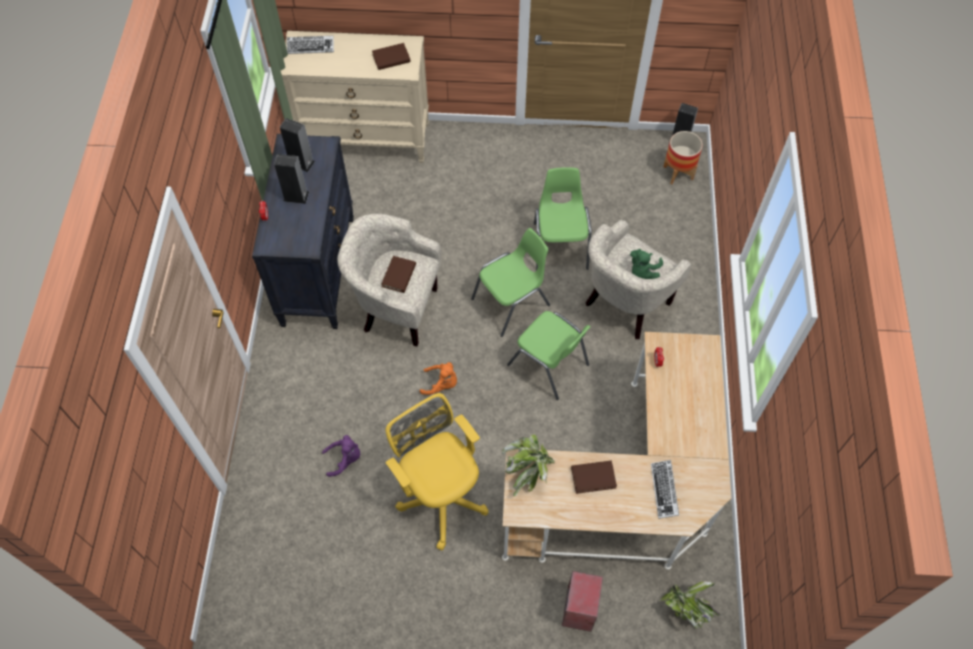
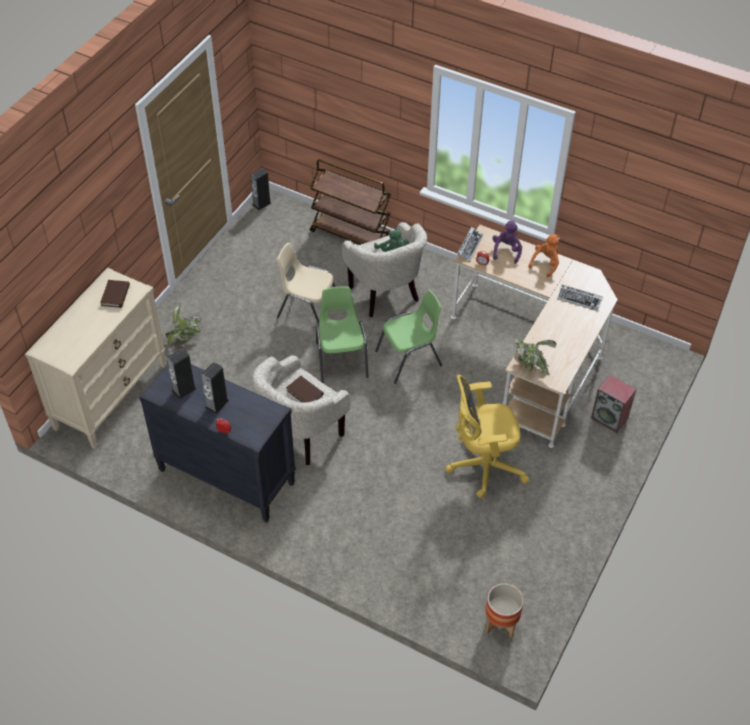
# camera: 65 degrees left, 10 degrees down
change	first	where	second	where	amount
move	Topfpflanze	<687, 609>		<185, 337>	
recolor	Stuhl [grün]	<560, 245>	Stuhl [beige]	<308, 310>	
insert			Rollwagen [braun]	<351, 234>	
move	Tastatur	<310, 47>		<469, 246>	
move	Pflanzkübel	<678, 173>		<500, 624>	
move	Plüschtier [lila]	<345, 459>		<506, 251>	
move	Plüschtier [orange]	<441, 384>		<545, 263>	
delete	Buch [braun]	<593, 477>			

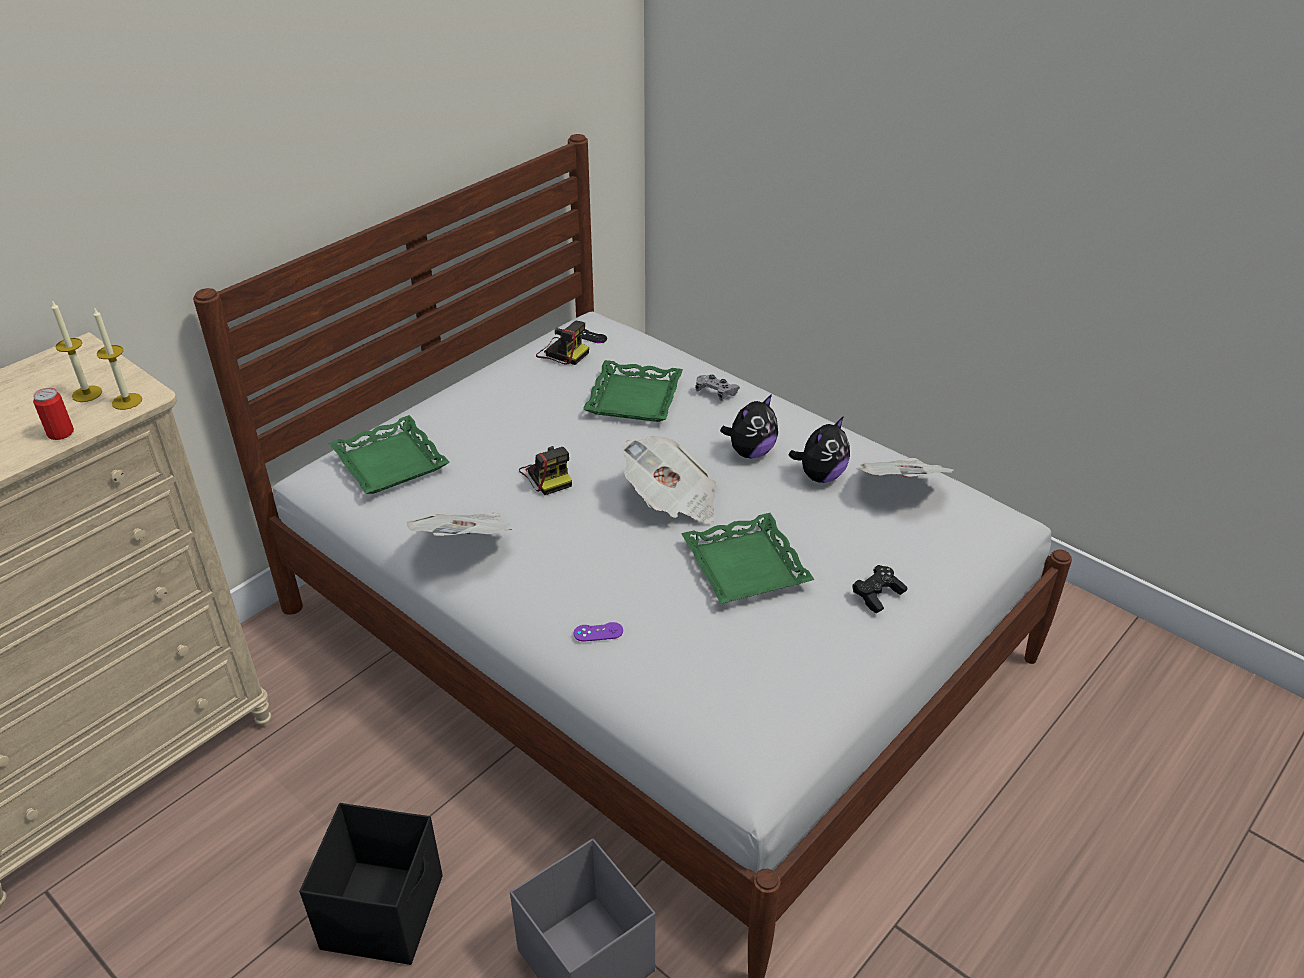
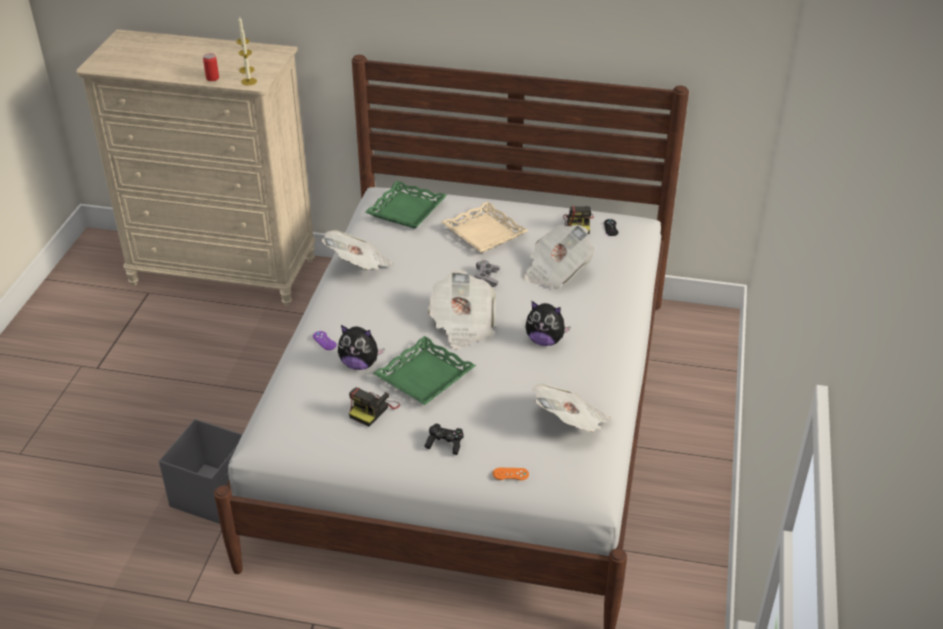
# camera: 60 degrees right, 0 degrees up
change	first	where	second	where	amount
move	Plüschtier	<820, 476>		<360, 364>	
move	Kamera	<547, 476>		<373, 409>	
insert			Tablett [beige]	<483, 233>	
move	Gamepad [grau]	<716, 393>		<486, 278>	
insert			Gamepad [orange]	<510, 474>	
replace	Tablett [grün]	<635, 399>	Zeitung	<556, 271>	
delete	Aufbewahrungsbox [schwarz]	<384, 911>			

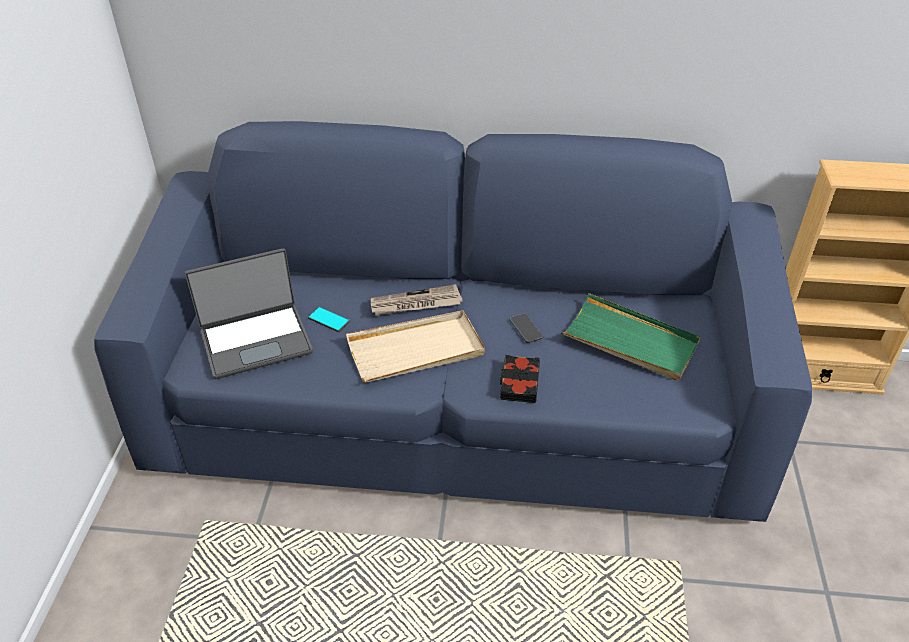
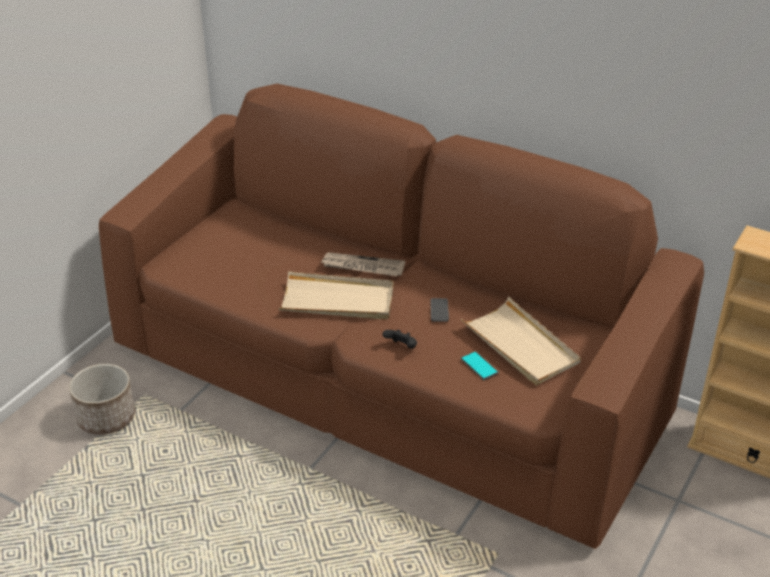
# camera: 25 degrees right, 5 degrees down
change	first	where	second	where	amount
insert			Pflanzkübel	<107, 418>	
recolor	Sofa [blau]	<454, 412>	Sofa [braun]	<385, 380>	
replace	Buch [schwarz]	<519, 382>	Gamepad [schwarz]	<401, 347>	
recolor	Tablett [grün]	<630, 341>	Tablett [beige]	<520, 345>	
move	Handy	<329, 320>		<479, 366>	
delete	Laptop	<256, 341>			

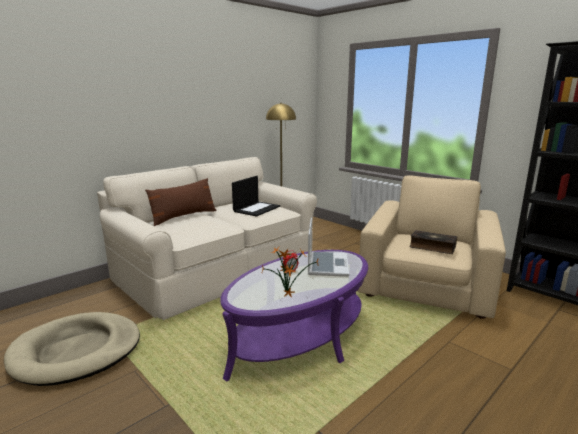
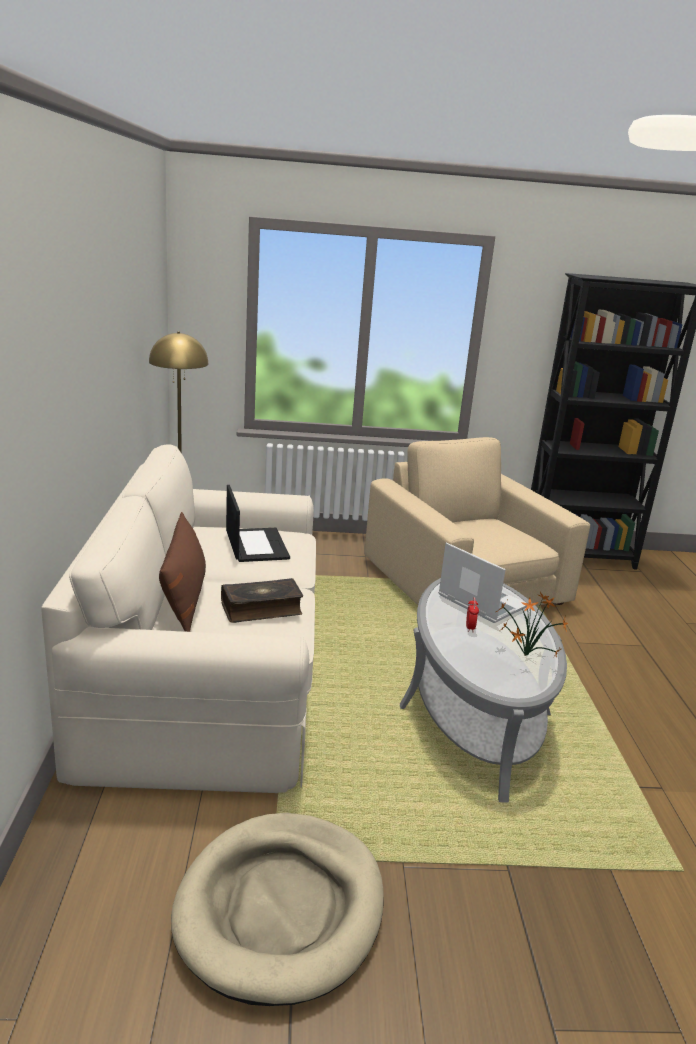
# camera: 50 degrees left, 5 degrees up
change	first	where	second	where	amount
move	Buch	<432, 247>		<261, 609>	
recolor	Couchtisch [lila]	<299, 337>	Couchtisch [grau]	<475, 710>	

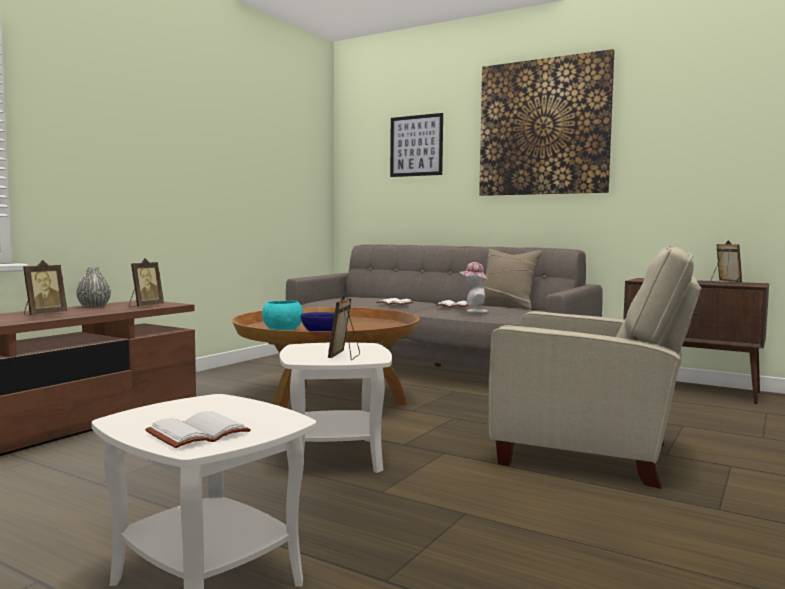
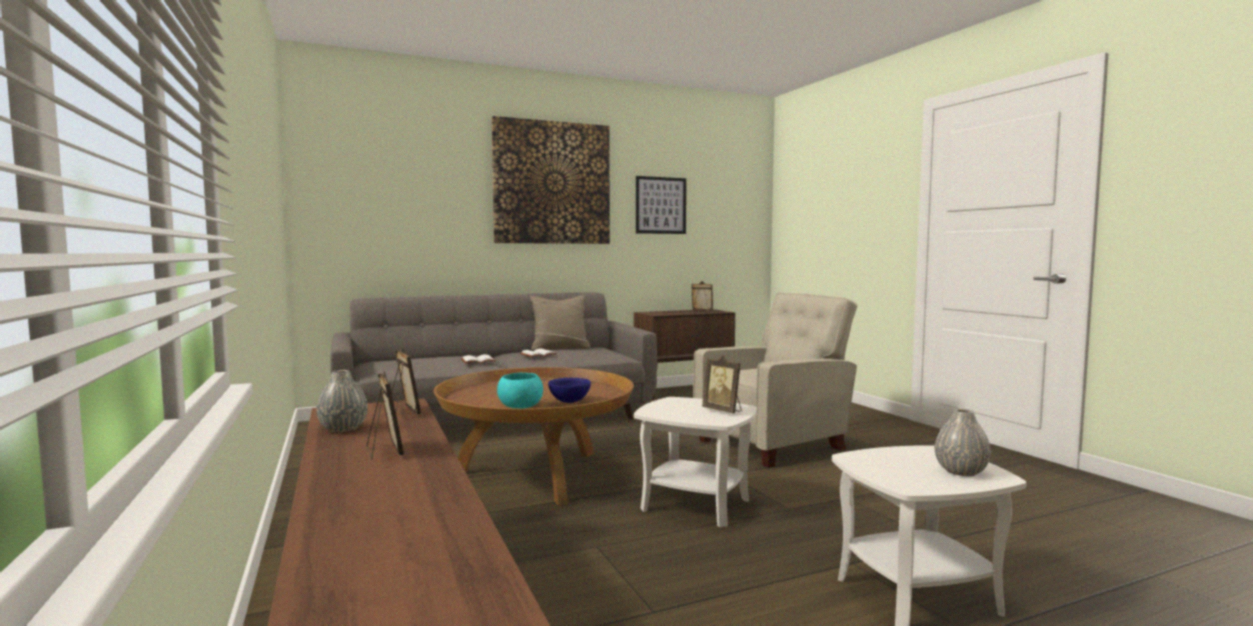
# camera: 55 degrees left, 0 degrees up
change	first	where	second	where	amount
move	Bild	<416, 145>		<660, 205>	
replace	Buch [weiß]	<198, 432>	Vase [grau]	<960, 471>	
delete	Hut	<473, 311>			

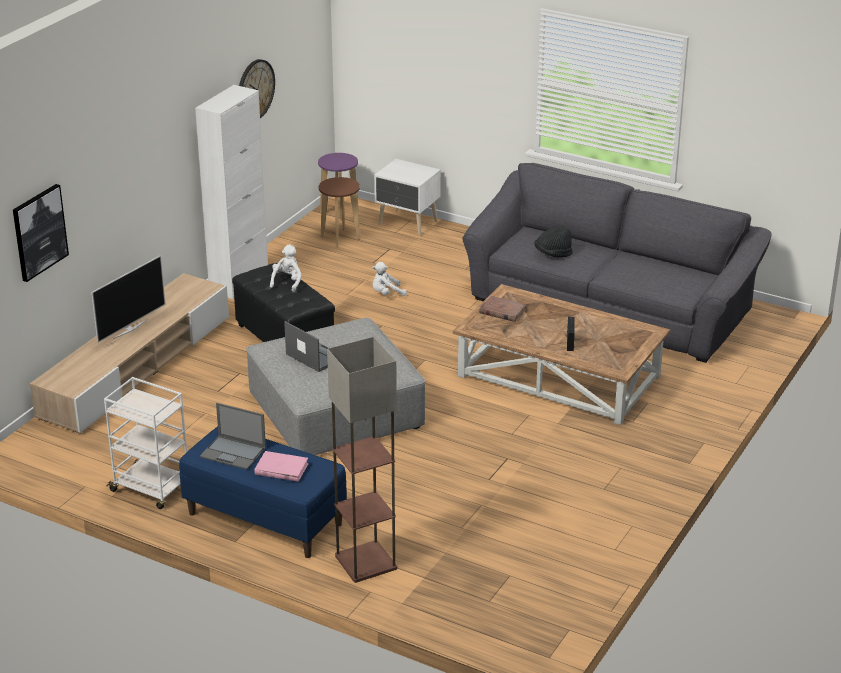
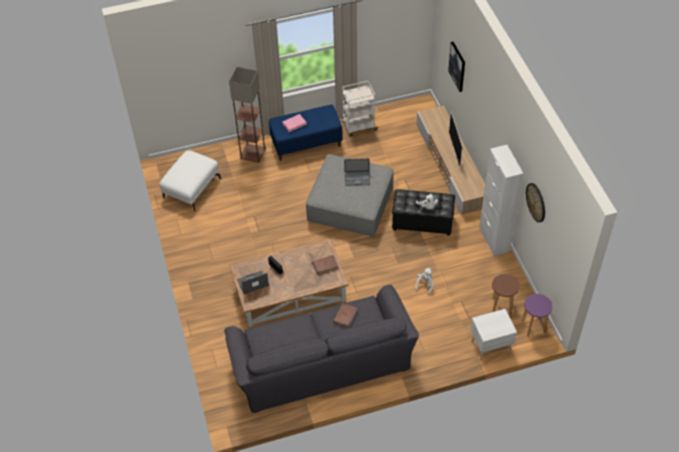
# camera: 135 degrees right, 20 degrees up
change	first	where	second	where	amount
insert			Polsterhocker [weiß]	<191, 188>	
move	Laptop	<234, 452>		<252, 283>	
replace	Hut [schwarz]	<553, 254>	Buch [braun]	<345, 316>	

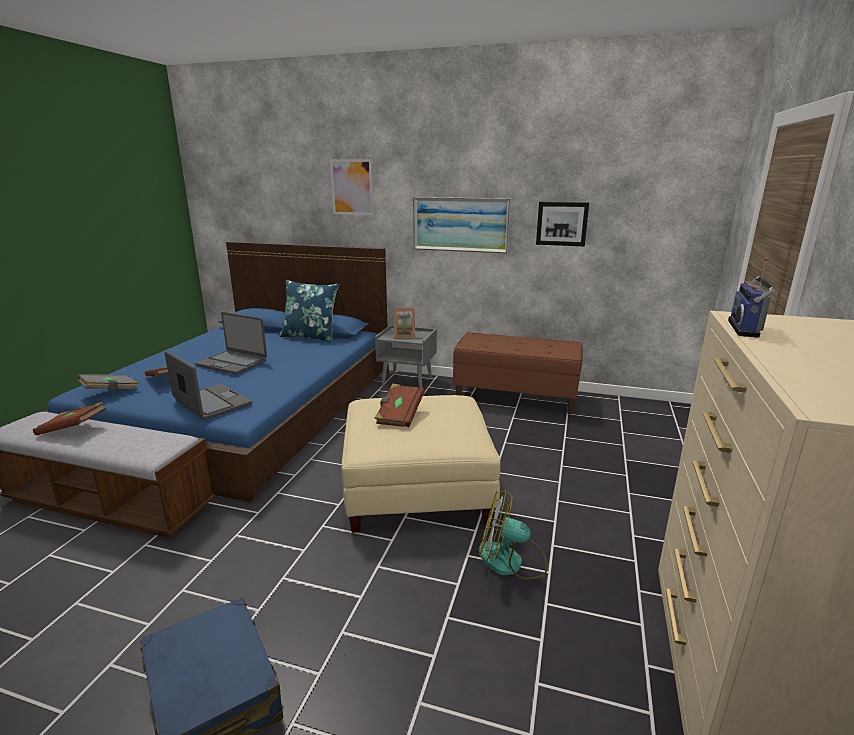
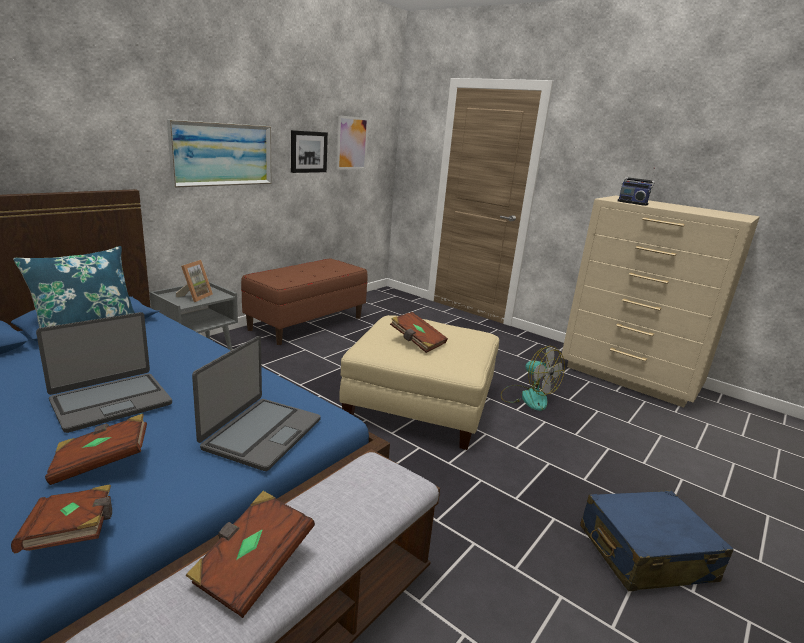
# camera: 70 degrees left, 0 degrees up
change	first	where	second	where	amount
recolor	Buch [grau]	<110, 391>	Buch [braun]	<73, 533>	
rotate	Laptop	<211, 403>		<261, 433>	135 degrees clockwise
move	Bild	<352, 187>		<352, 143>	
rotate	Ventilator	<511, 561>		<527, 397>	75 degrees counterclockwise

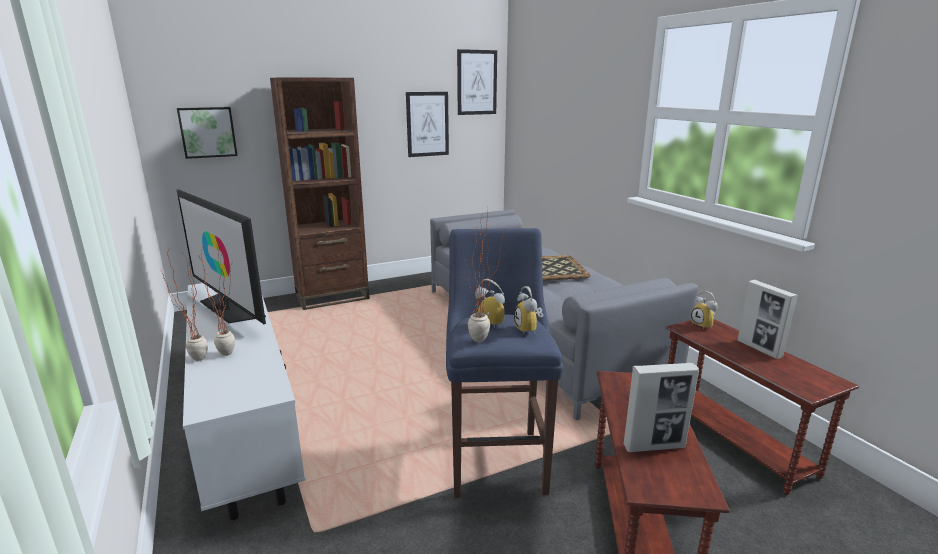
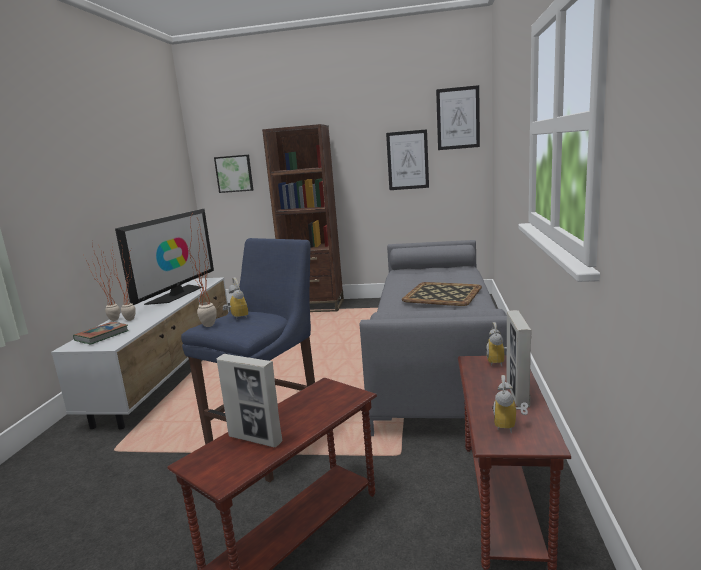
# camera: 35 degrees right, 5 degrees down
change	first	where	second	where	amount
insert			Buch	<102, 336>	
rotate	Fernseher	<230, 308>		<177, 294>	150 degrees counterclockwise
move	Wecker	<529, 330>		<510, 426>	

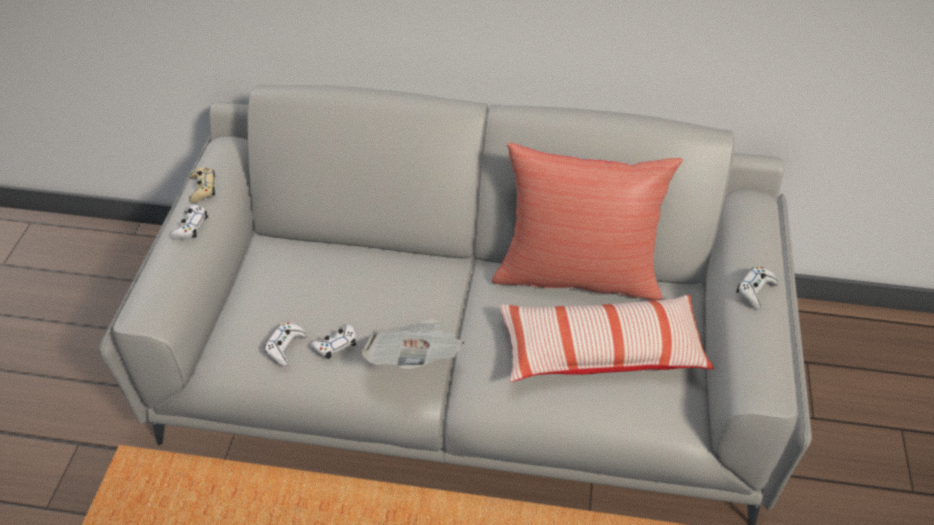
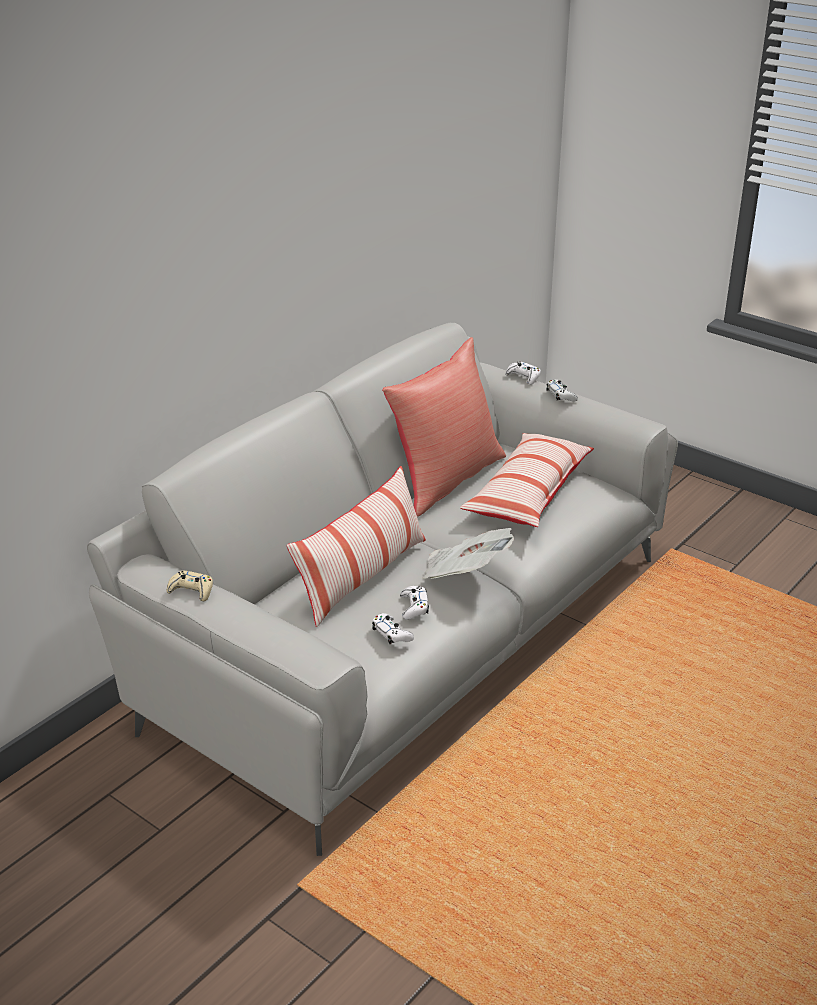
# camera: 60 degrees left, 15 degrees down
change	first	where	second	where	amount
insert			Kissen	<362, 577>	
move	Gamepad [weiß]	<190, 227>		<523, 377>	

